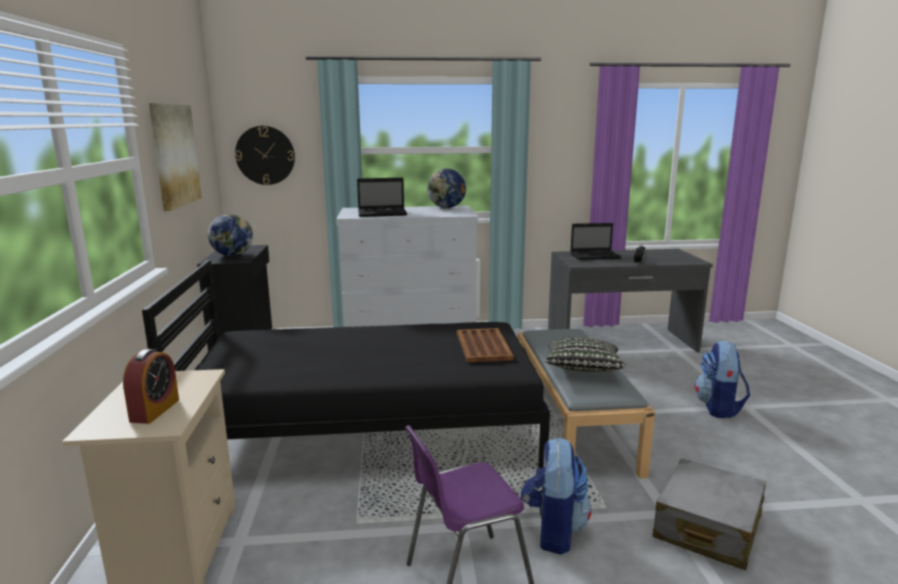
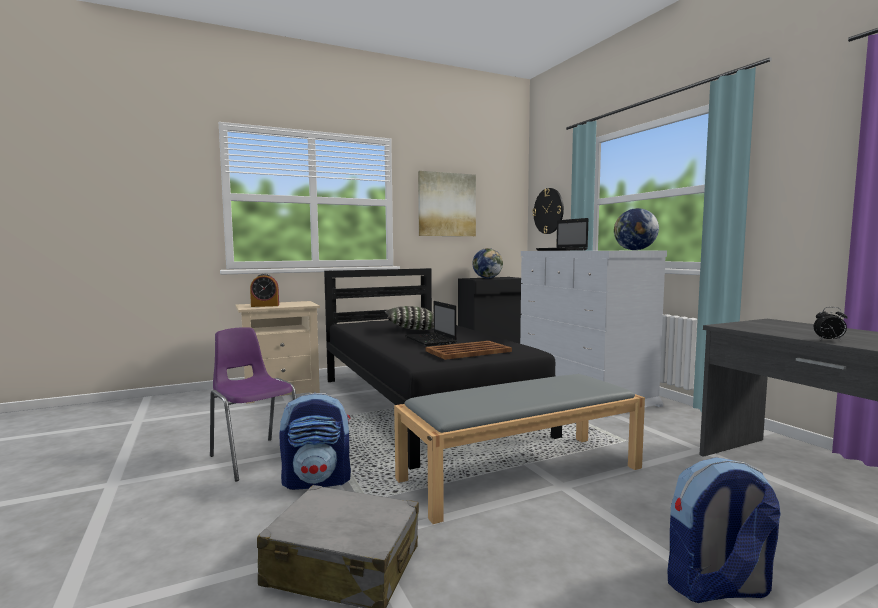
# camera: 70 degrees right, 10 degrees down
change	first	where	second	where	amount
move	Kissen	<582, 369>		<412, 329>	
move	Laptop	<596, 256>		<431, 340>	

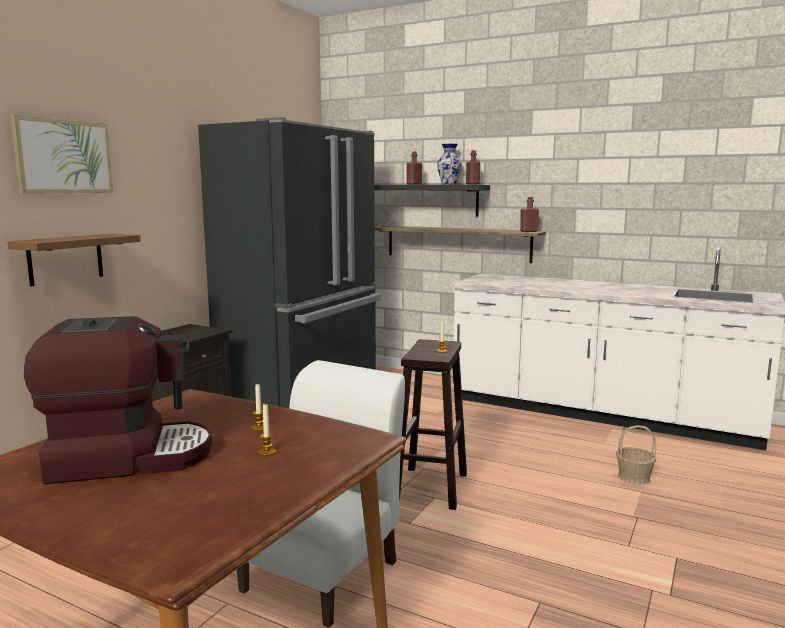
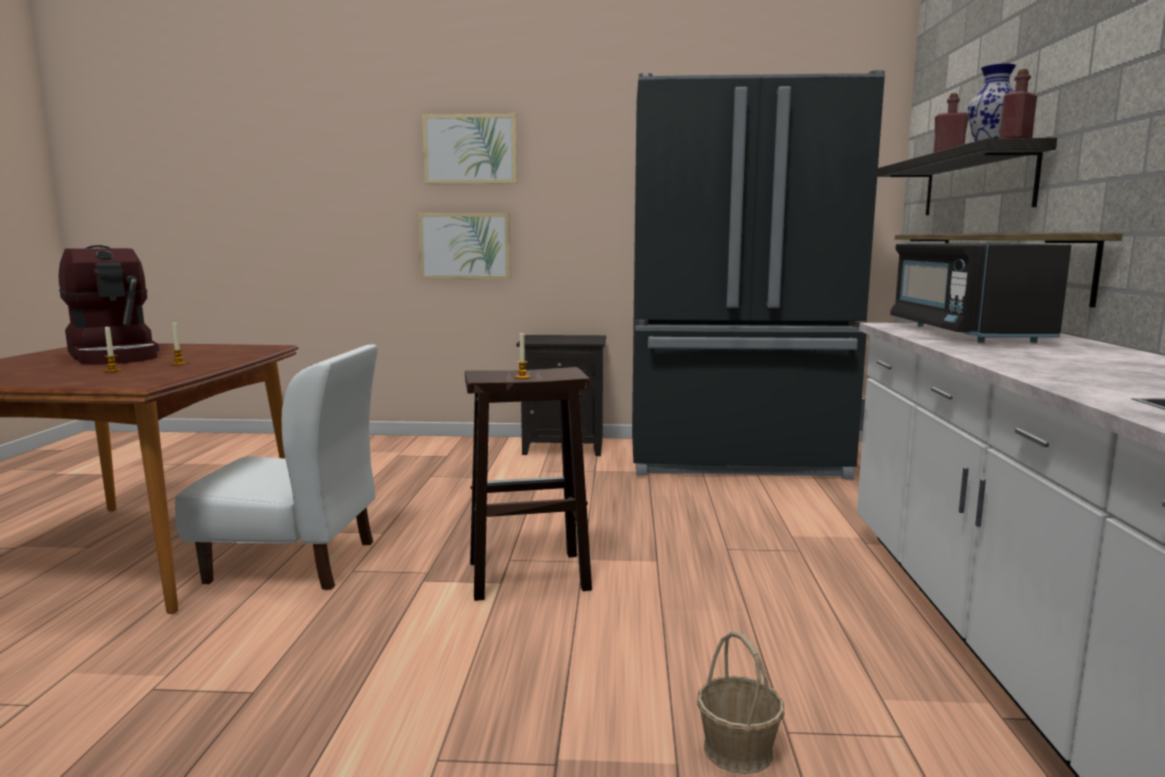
# camera: 65 degrees right, 0 degrees up
change	first	where	second	where	amount
replace	Wandregal [braun]	<65, 259>	Bild	<465, 246>	
insert			Mikrowelle [schwarz]	<964, 333>	
delete	Flasche [rot]	<528, 231>			

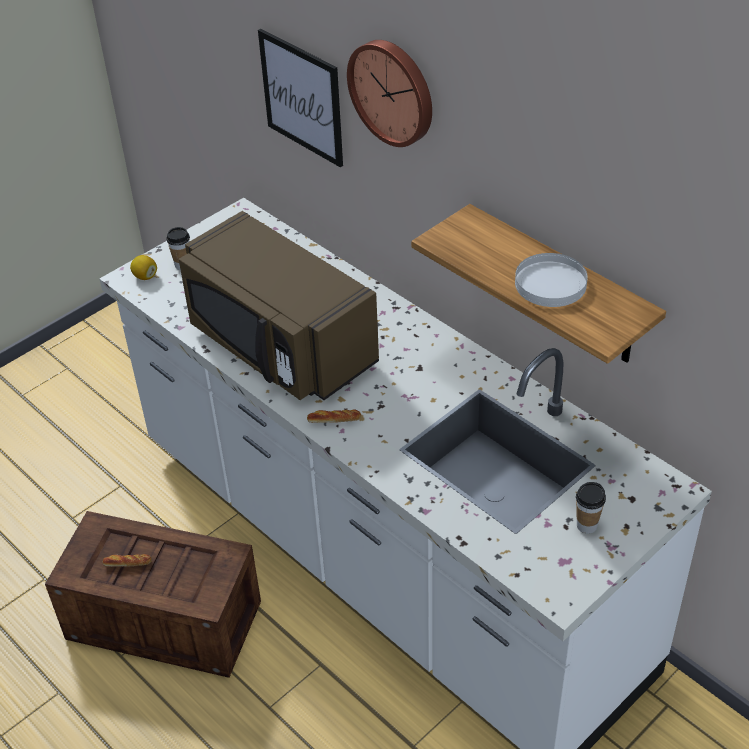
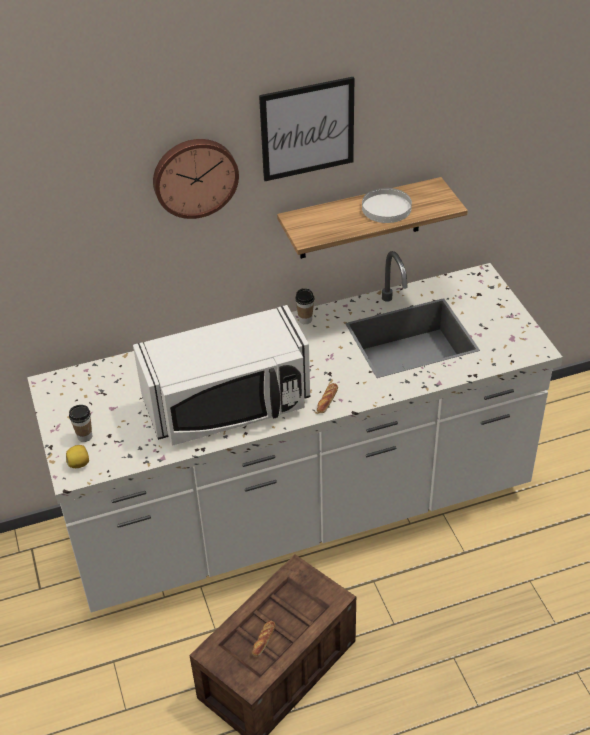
# camera: 65 degrees left, 0 degrees up
change	first	where	second	where	amount
recolor	Mikrowelle [braun]	<279, 346>	Mikrowelle [weiß]	<229, 406>	
move	Bild	<302, 97>		<307, 129>	
move	Tasse	<586, 525>		<305, 320>	

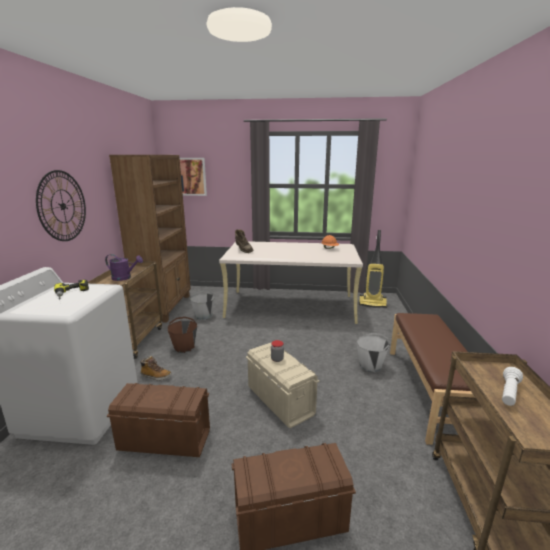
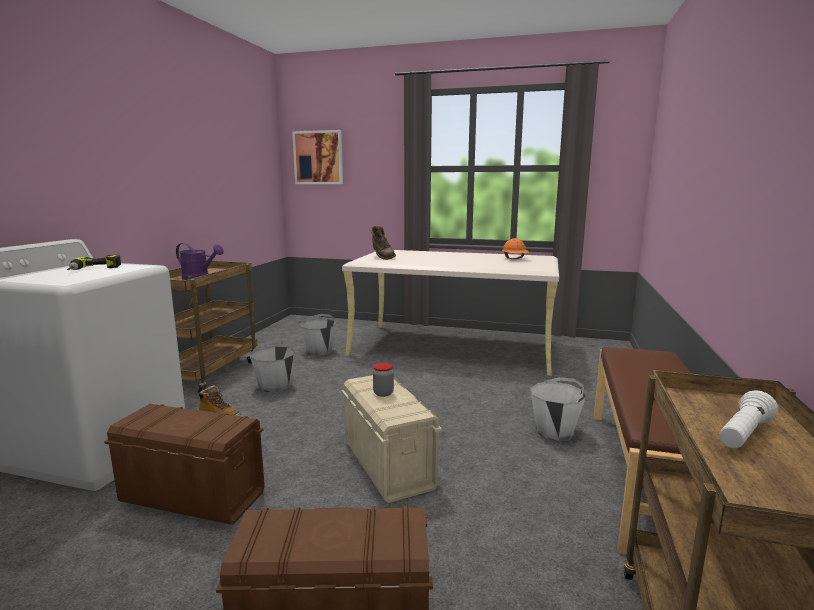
# camera: 10 degrees right, 5 degrees down
change	first	where	second	where	amount
recolor	Eimer [braun]	<184, 347>	Eimer [grau]	<275, 386>	
delete	Wanduhr	<62, 206>			
delete	Bücherregal [braun]	<165, 307>			
delete	Staubsauger	<372, 303>			

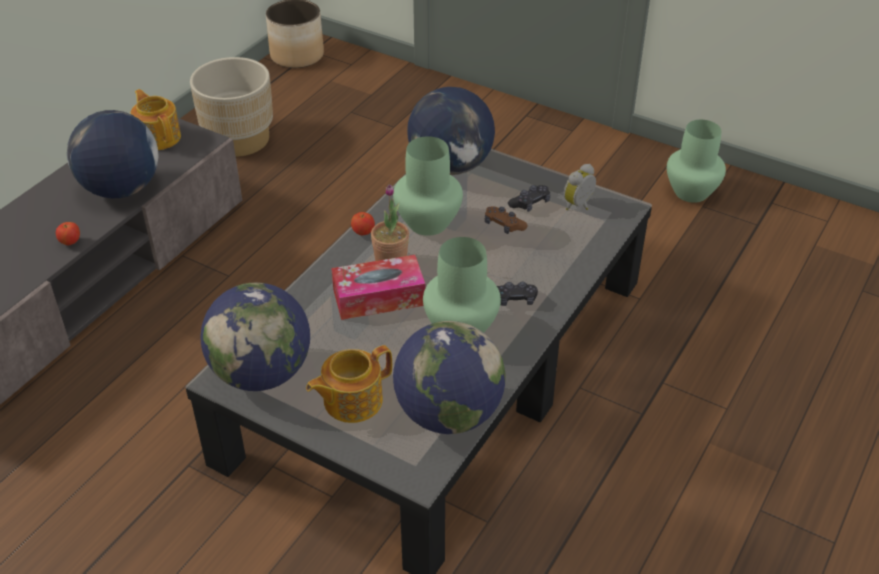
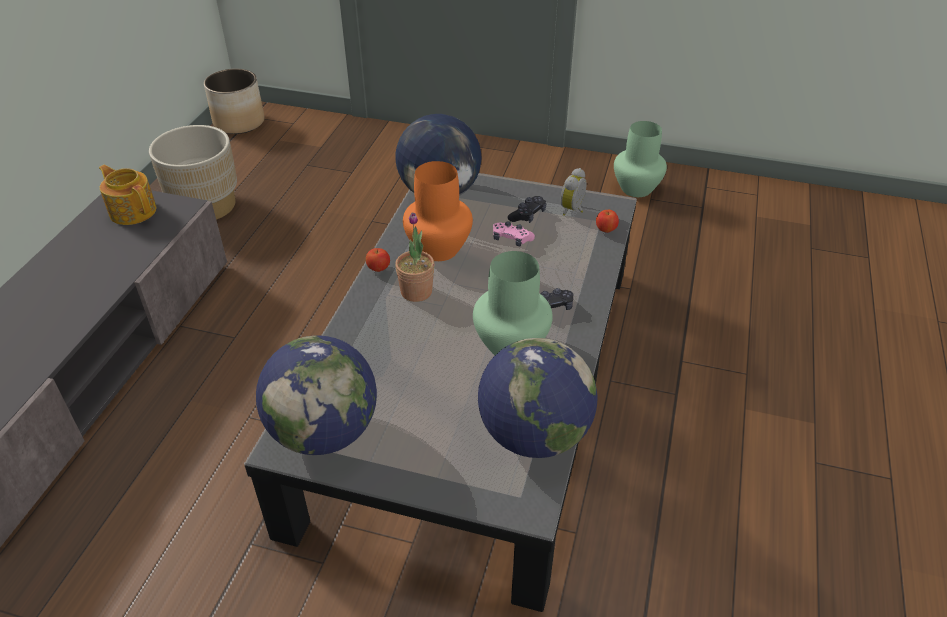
# camera: 15 degrees left, 0 degrees up
change	first	where	second	where	amount
recolor	Vase [grün]	<428, 223>	Vase [orange]	<439, 249>	
recolor	Gamepad [braun]	<503, 225>	Gamepad [rosa]	<511, 239>	
move	Apfel	<70, 242>		<606, 230>	
delete	Globus	<121, 189>			
delete	Teekanne	<351, 400>			
delete	Taschentuchbox	<379, 297>			

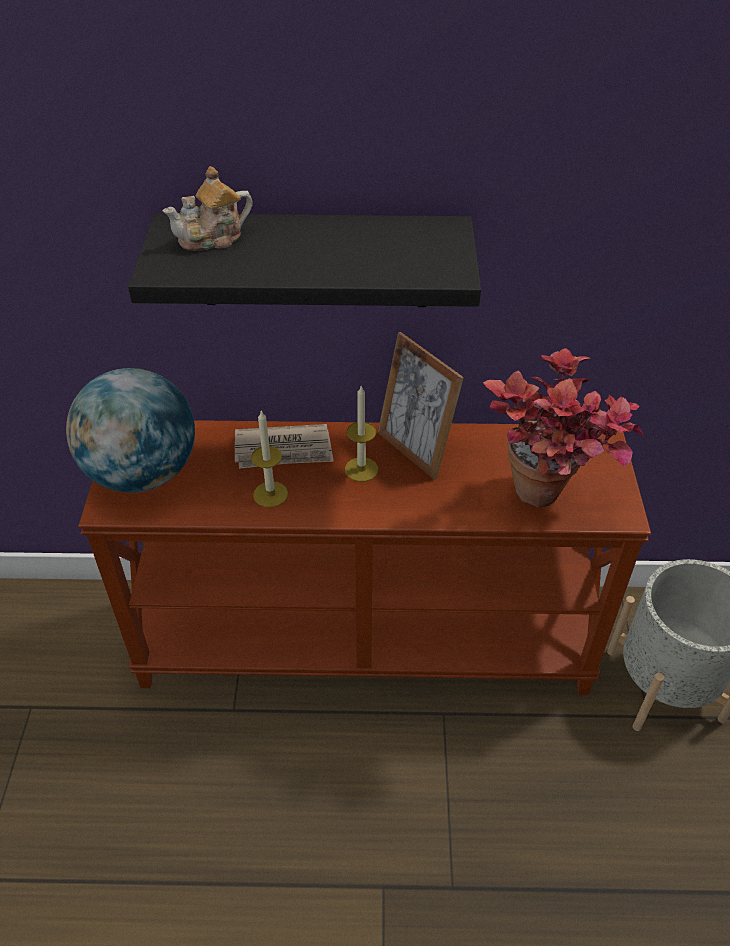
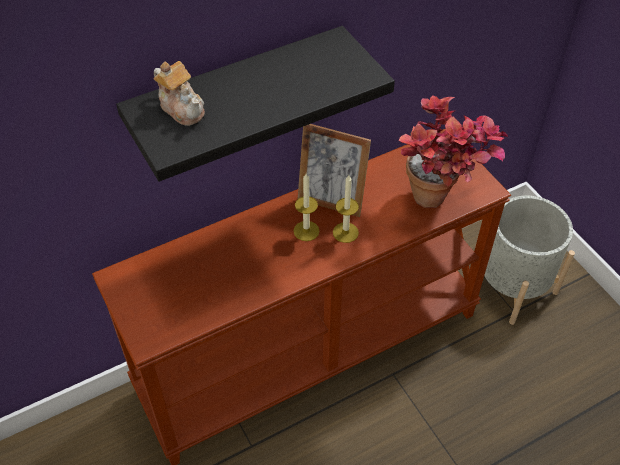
# camera: 30 degrees left, 5 degrees up
change	first	where	second	where	amount
rotate	Teekanne	<213, 238>		<182, 108>	75 degrees counterclockwise
move	Kerze	<270, 494>		<345, 232>	
delete	Globus	<142, 473>			
delete	Zeitung	<284, 450>			

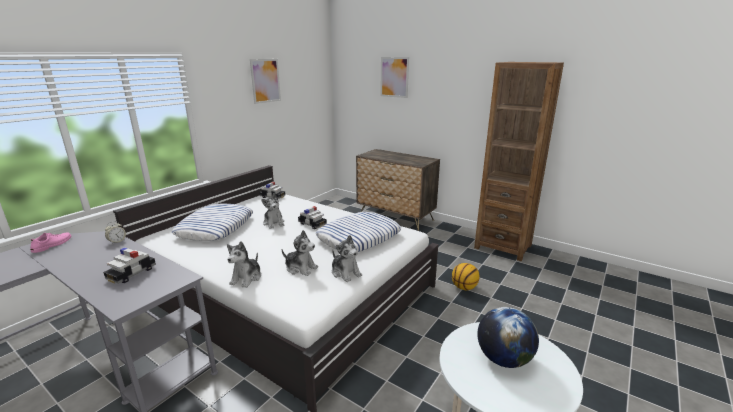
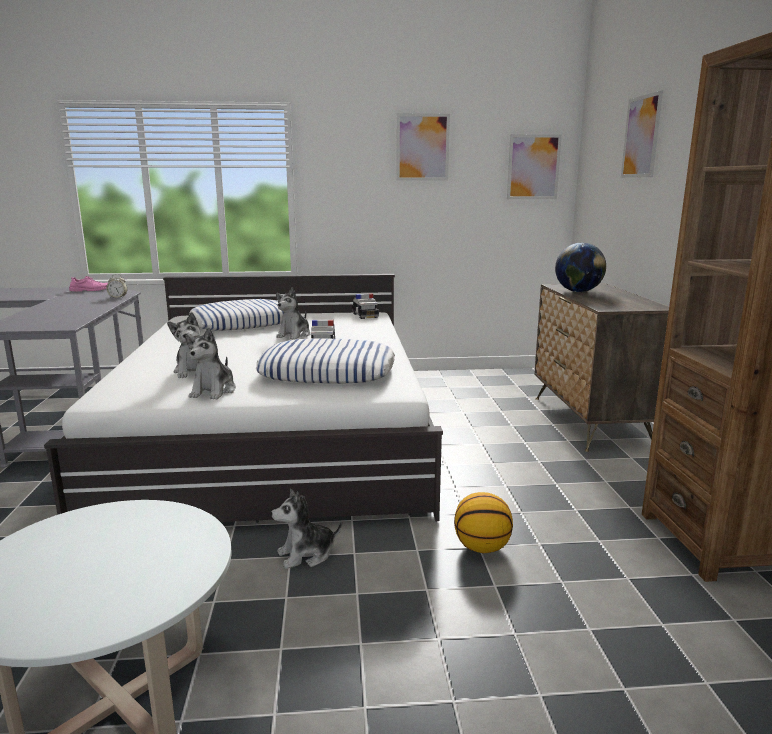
# camera: 50 degrees right, 5 degrees down
change	first	where	second	where	amount
move	Plüschtier	<247, 278>		<306, 555>	
insert			Bild	<533, 167>	
move	Globus	<503, 359>		<578, 291>	
delete	Spielzeugauto	<131, 273>			

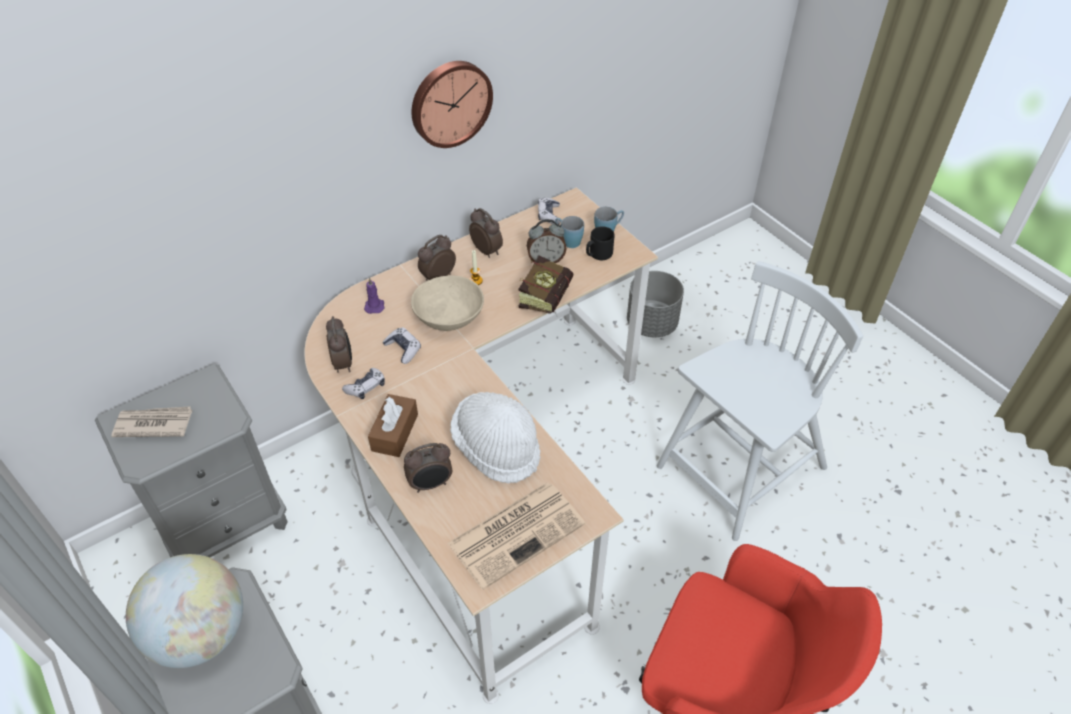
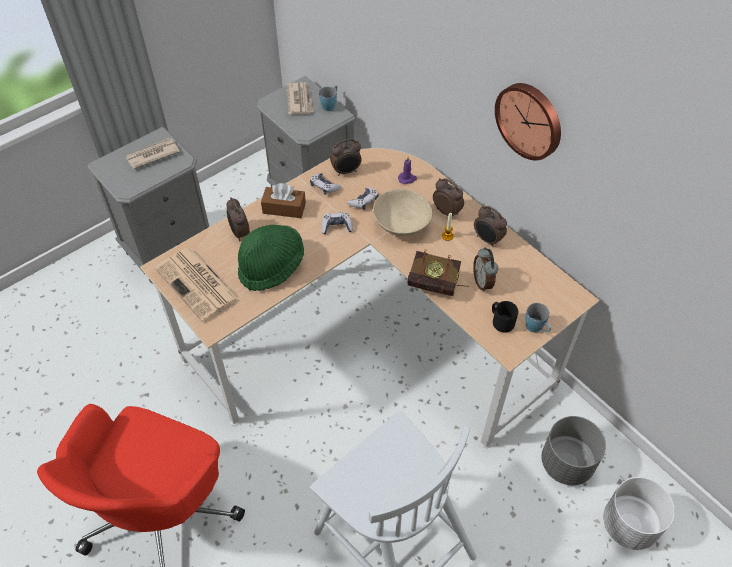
# camera: 85 degrees right, 5 degrees up
change	first	where	second	where	amount
replace	Globus	<201, 634>	Zeitung	<152, 155>	
recolor	Hut [weiß]	<497, 448>	Hut [grün]	<271, 266>	
move	Henkelbecher [blau]	<568, 240>		<330, 104>	
move	Gamepad	<549, 215>		<336, 226>	
rotate	Wecker	<487, 250>		<487, 240>	90 degrees clockwise
insert			Pflanzkübel [weiß]	<629, 525>	

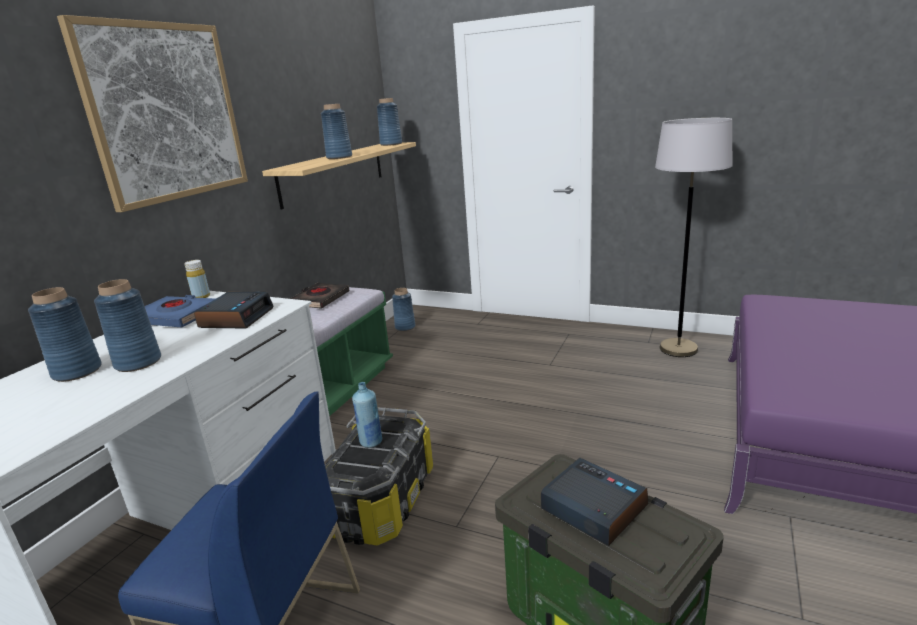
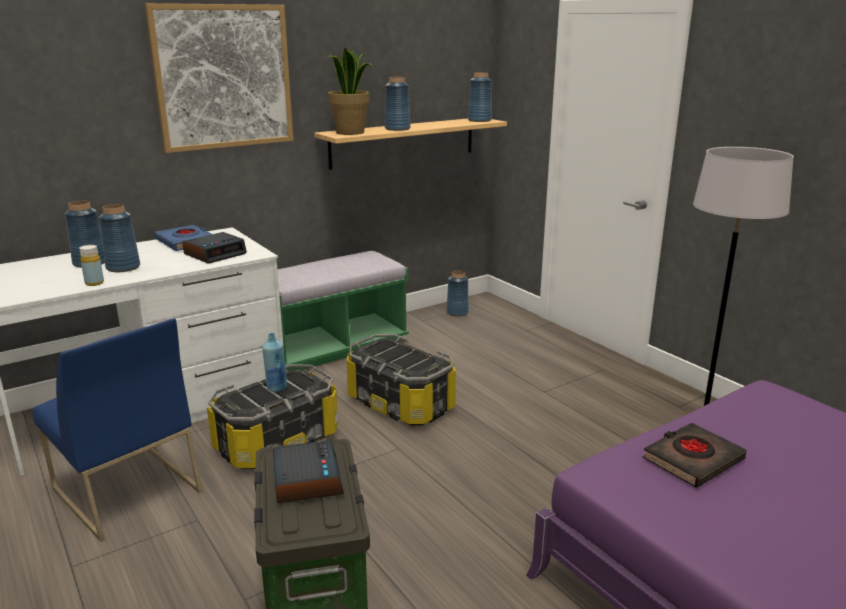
# camera: 30 degrees right, 0 degrees up
change	first	where	second	where	amount
move	Flasche [gelb]	<201, 296>		<94, 283>	
insert			Topfpflanze	<350, 133>	
insert			Aufbewahrungsbox	<400, 404>	
move	Buch [schwarz]	<320, 299>		<692, 460>	

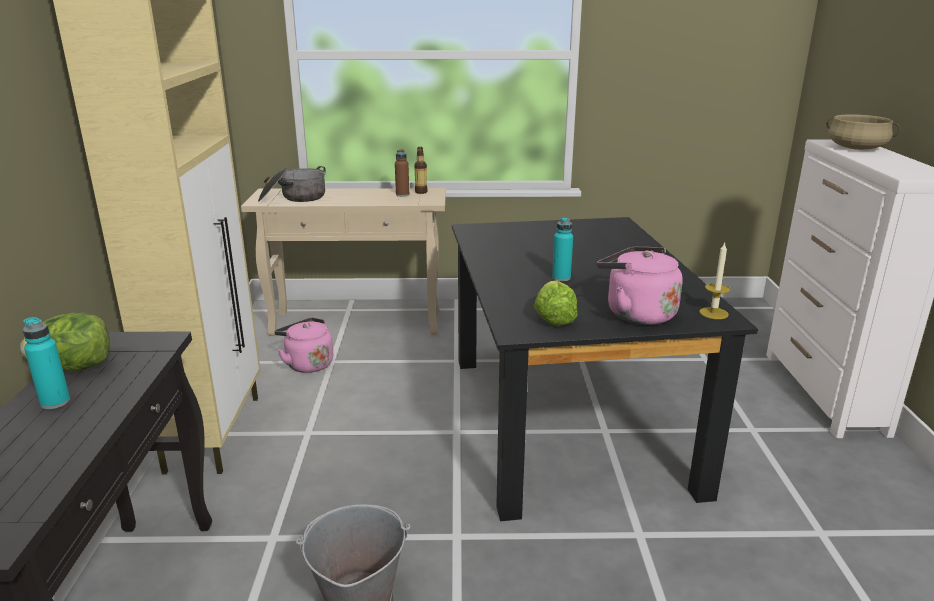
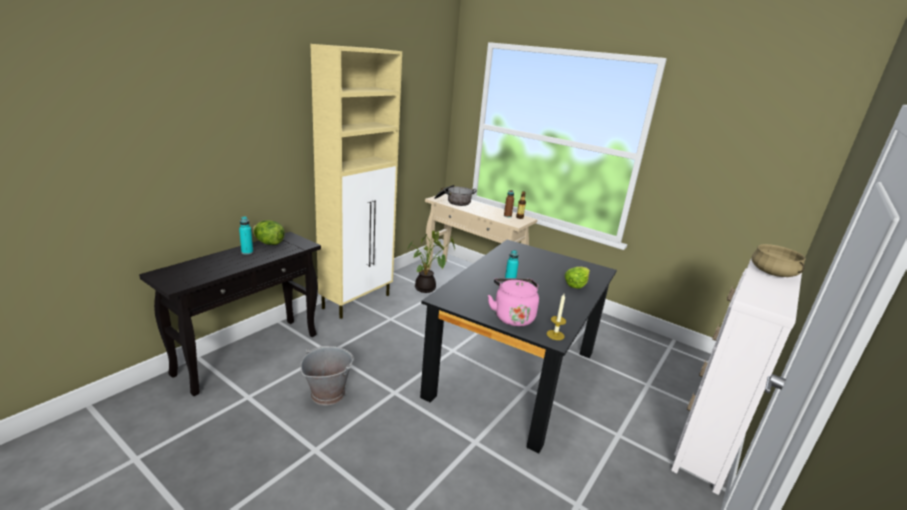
# camera: 35 degrees right, 0 degrees up
change	first	where	second	where	amount
replace	Wasserkessel [rosa]	<307, 364>	Topfpflanze	<426, 289>	
move	Salatkopf	<554, 317>		<576, 284>	

